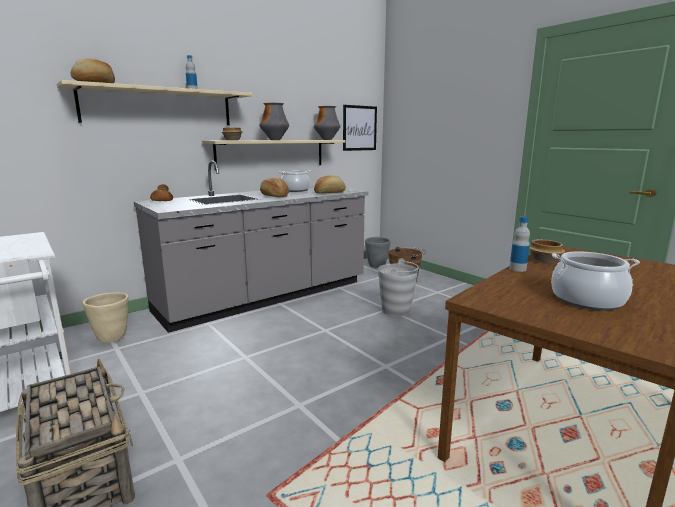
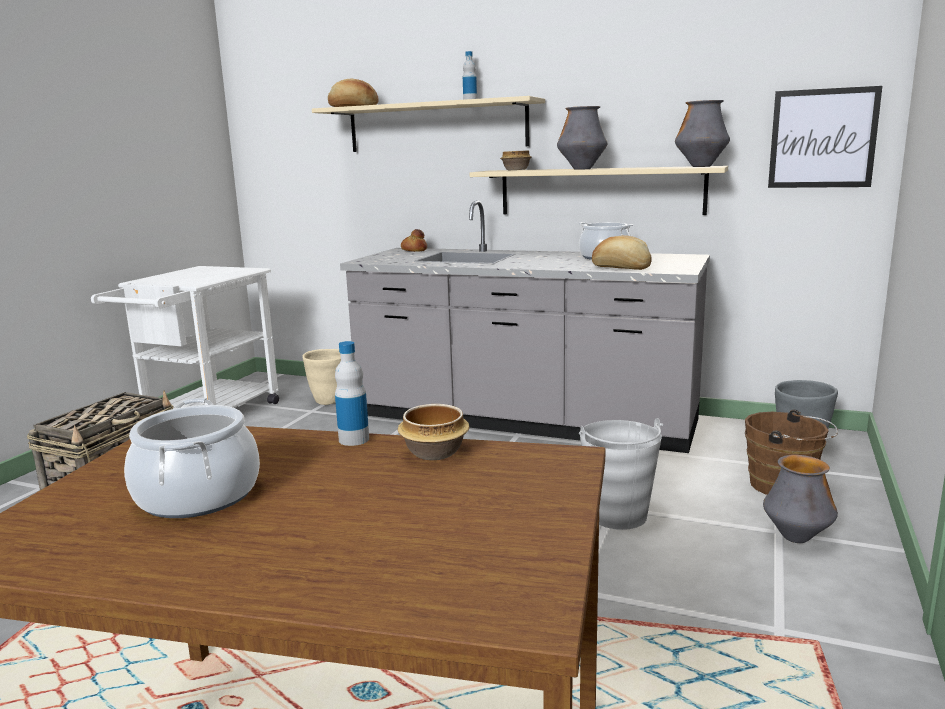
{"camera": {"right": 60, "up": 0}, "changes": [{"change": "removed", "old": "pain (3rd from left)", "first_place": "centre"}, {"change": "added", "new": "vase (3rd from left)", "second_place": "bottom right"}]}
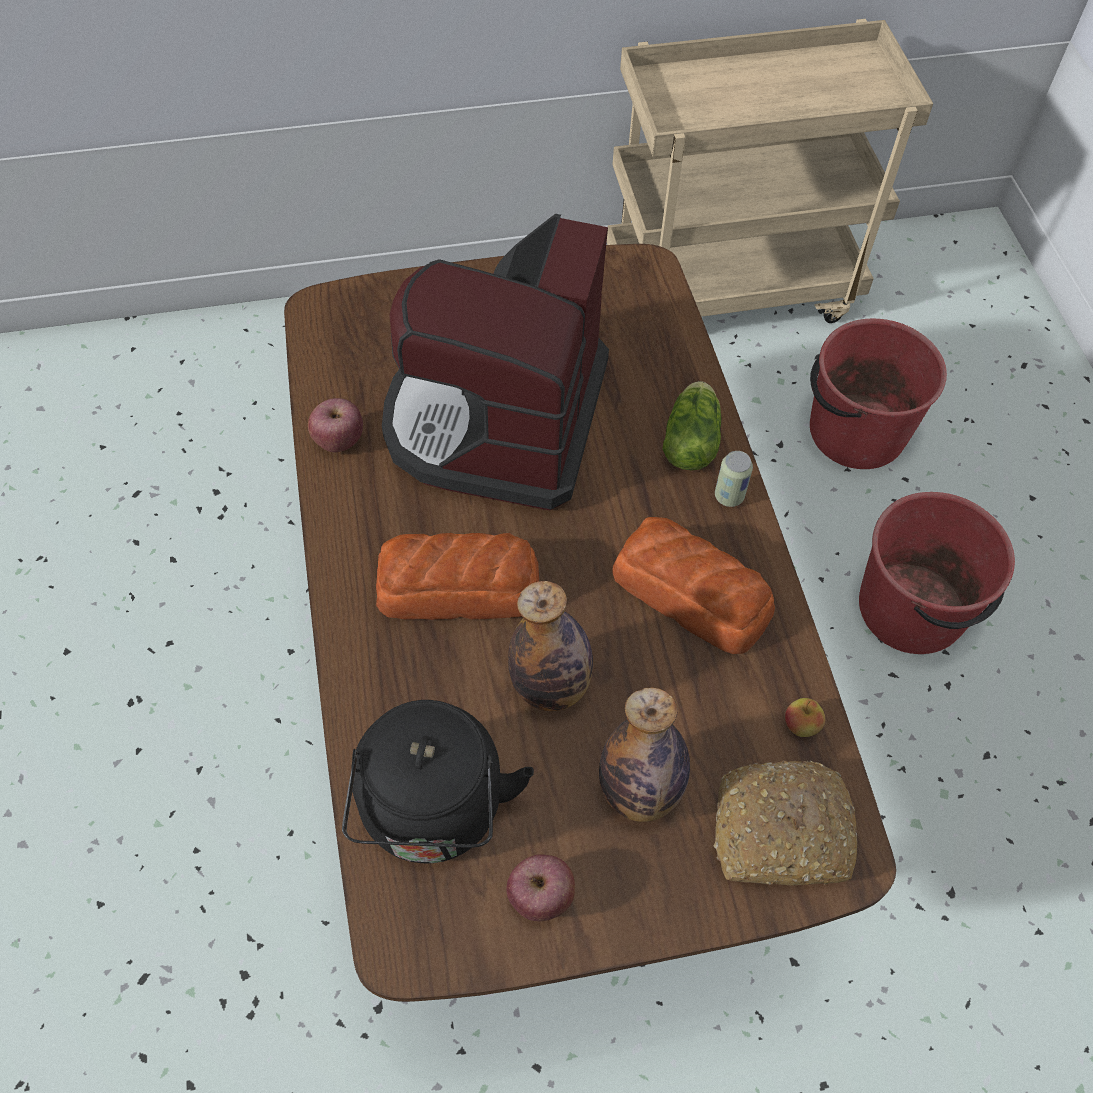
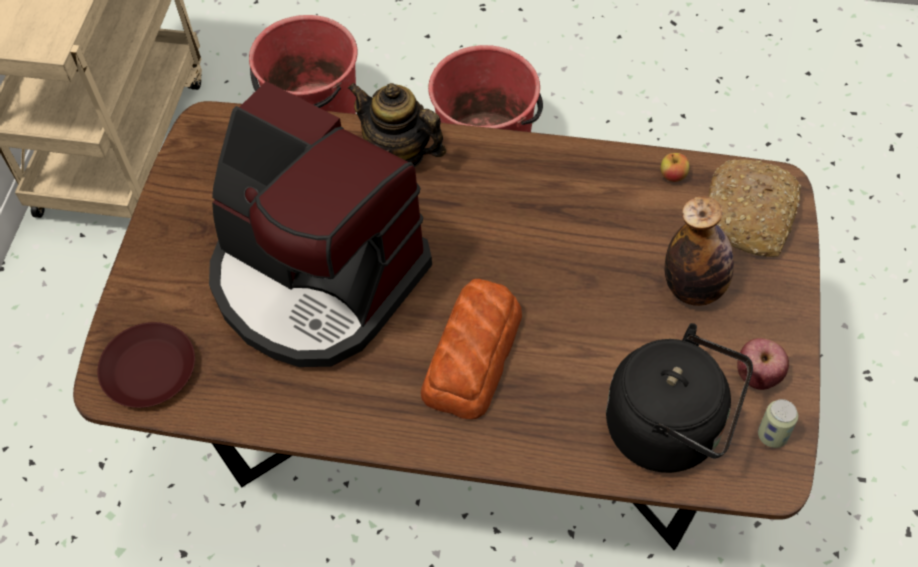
{"camera": {"right": -65, "up": 0}, "changes": [{"change": "replaced", "old": "laitue", "new": "théière", "first_place": "centre", "second_place": "top centre"}, {"change": "removed", "old": "pomme (1st from left)", "first_place": "middle left"}, {"change": "moved", "old": "boîte métallique", "first_place": "middle right", "second_place": "bottom right"}, {"change": "removed", "old": "pain (2nd from left)", "first_place": "centre"}, {"change": "removed", "old": "bouteille (1st from left)", "first_place": "centre"}, {"change": "added", "new": "assiette/marron", "second_place": "middle left"}]}
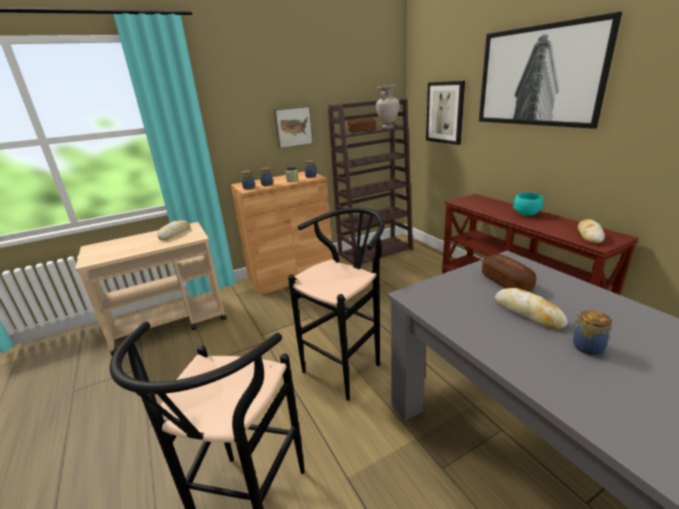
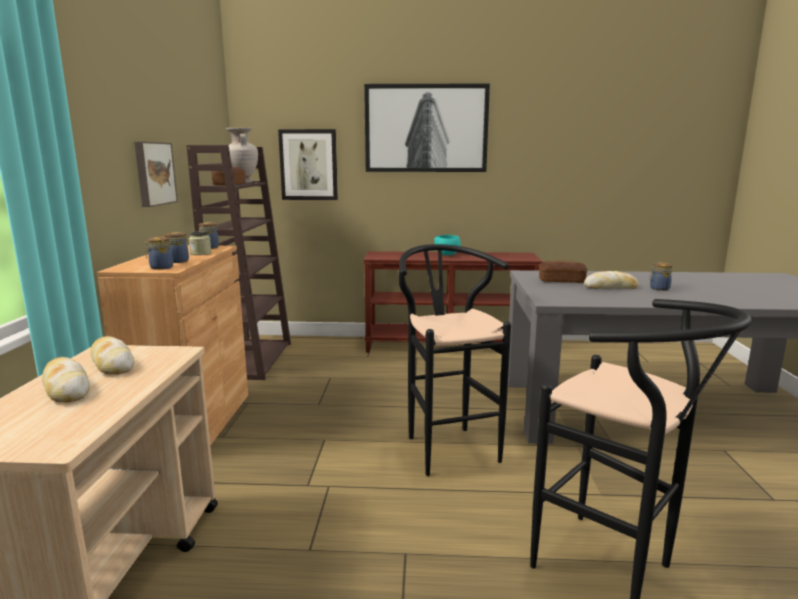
{"camera": {"right": -60, "up": -10}, "changes": [{"change": "moved", "old": "pain (5th from left in the first image)", "new": "pain (1st from left)", "first_place": "middle right", "second_place": "middle left"}]}
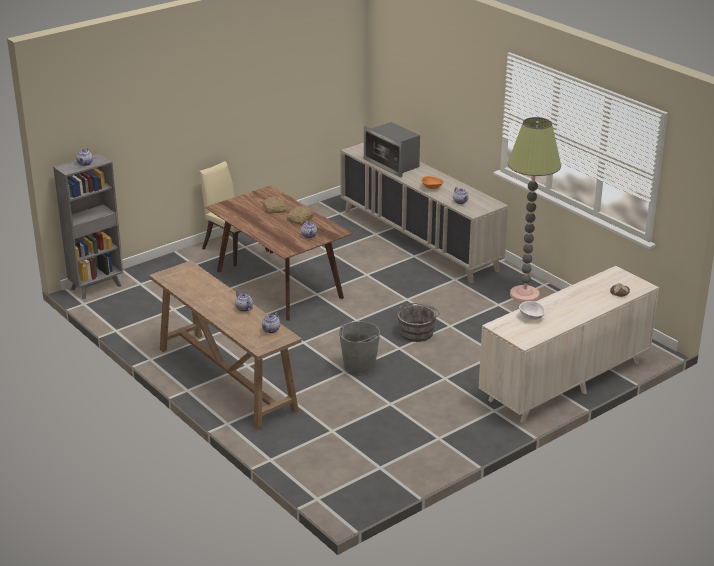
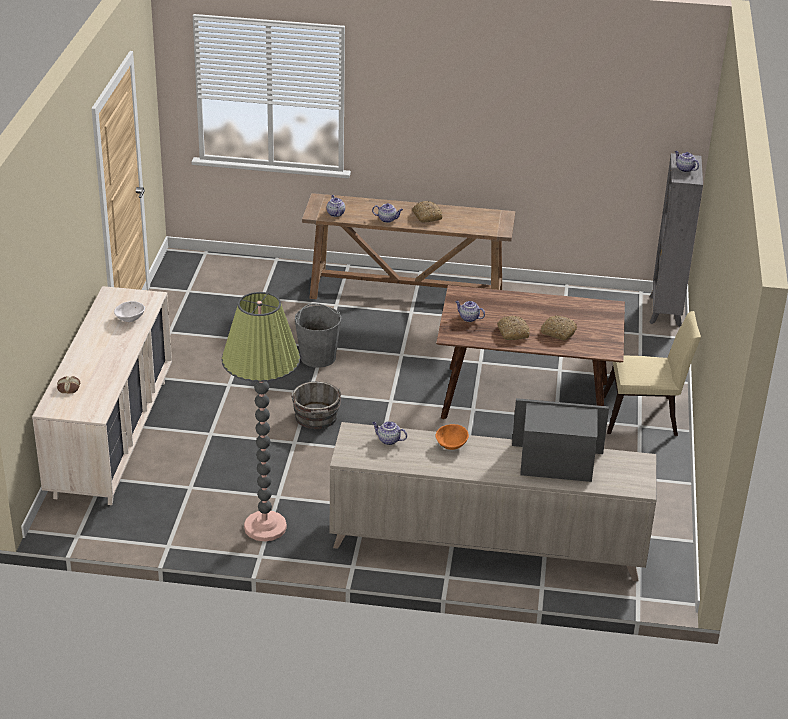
{"camera": {"right": 135, "up": 5}, "changes": [{"change": "added", "new": "pain (2nd from left)", "second_place": "top centre"}]}
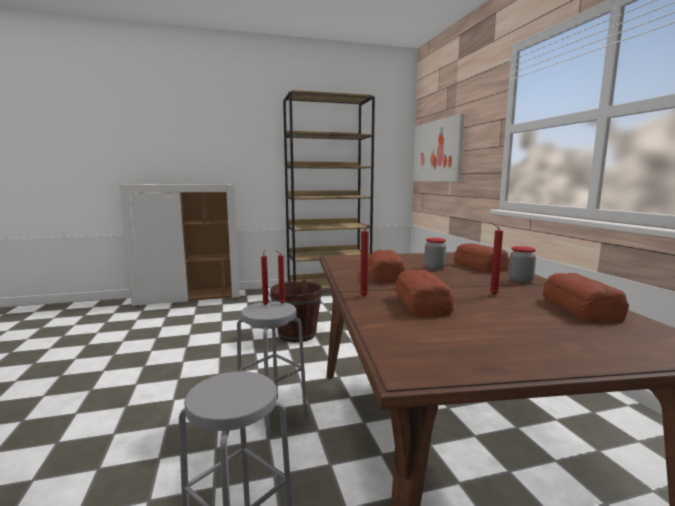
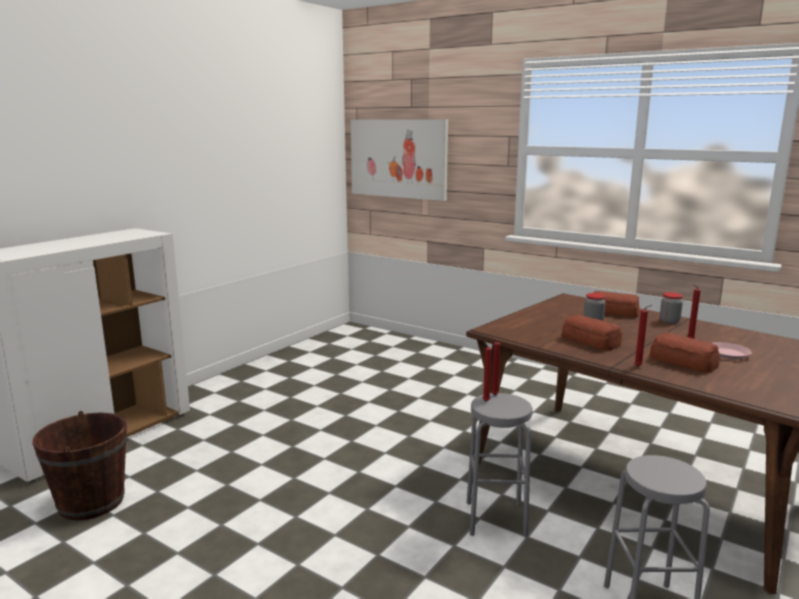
{"camera": {"right": -40, "up": 5}, "changes": [{"change": "removed", "old": "bibliothèque/marron", "first_place": "centre"}, {"change": "removed", "old": "pain (4th from left)", "first_place": "middle right"}, {"change": "moved", "old": "seau/marron", "first_place": "centre", "second_place": "bottom left"}, {"change": "added", "new": "assiette/rose", "second_place": "middle right"}]}
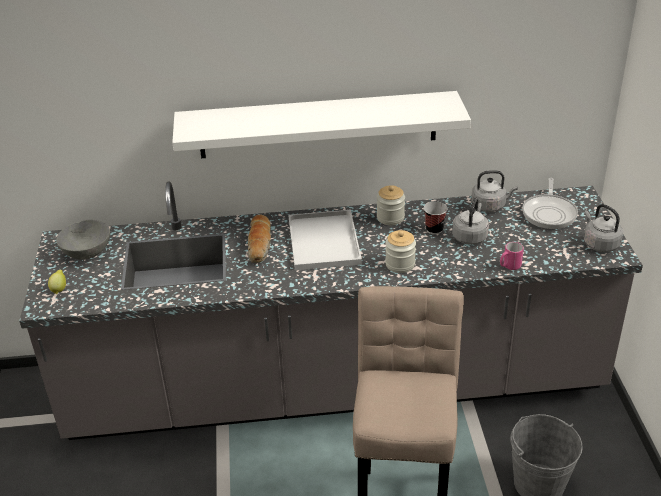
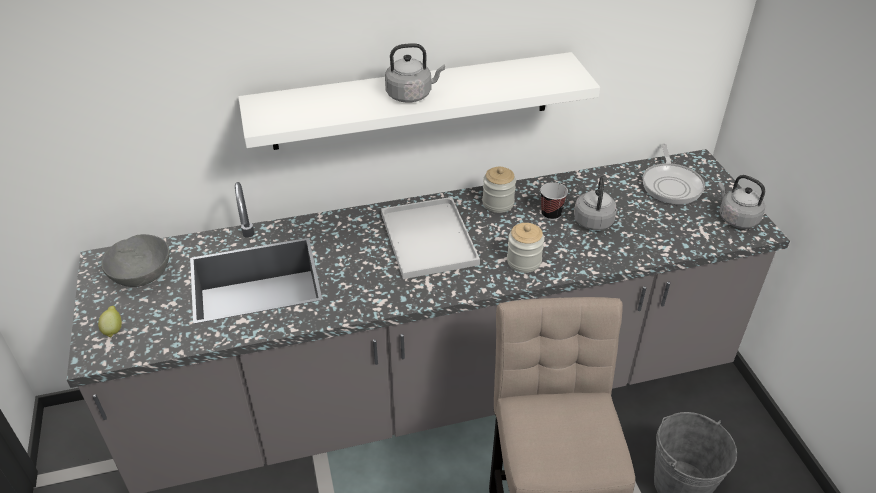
{"camera": {"right": -10, "up": 5}, "changes": [{"change": "moved", "old": "bouilloire/gris (2nd from left in the first image)", "new": "bouilloire/gris (1st from left)", "first_place": "middle right", "second_place": "top centre"}, {"change": "removed", "old": "pain", "first_place": "centre"}, {"change": "removed", "old": "mug/rose", "first_place": "middle right"}]}
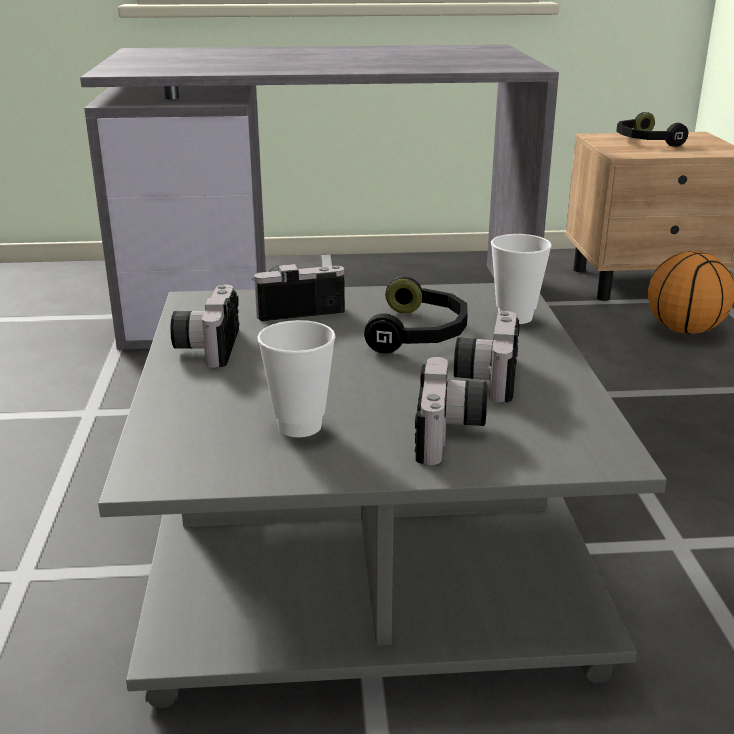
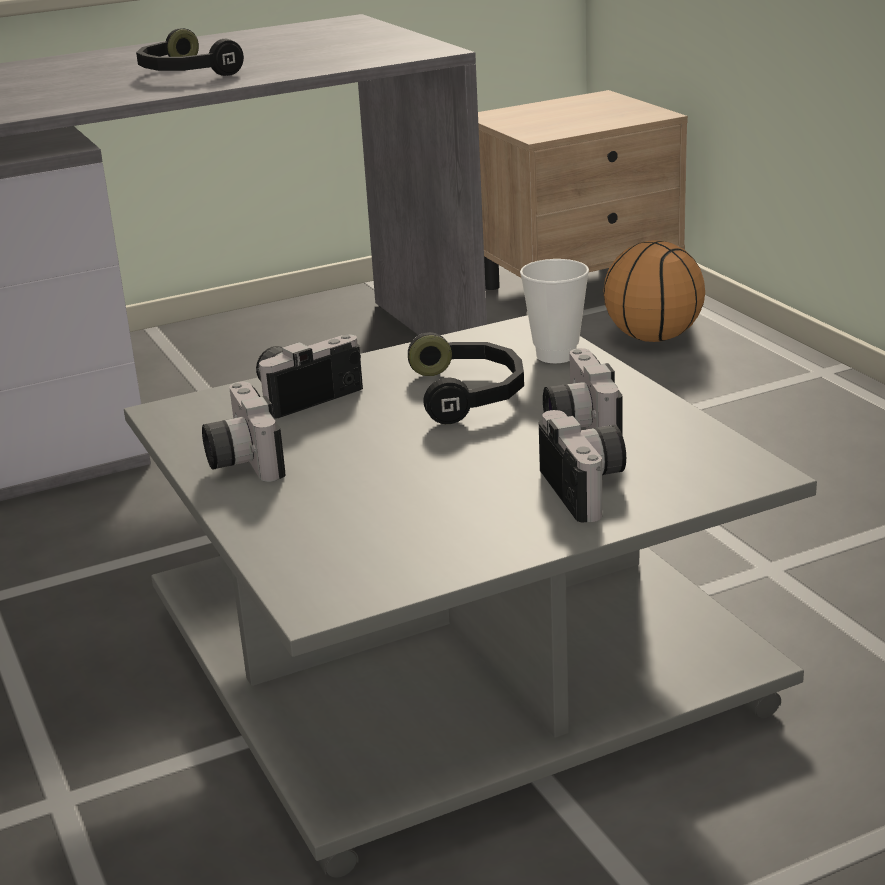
{"camera": {"right": -20, "up": 0}, "changes": [{"change": "moved", "old": "casque audio/noir (2nd from left in the first image)", "new": "casque audio/noir (1st from left)", "first_place": "top right", "second_place": "top left"}, {"change": "removed", "old": "tasse (1st from left)", "first_place": "centre"}]}
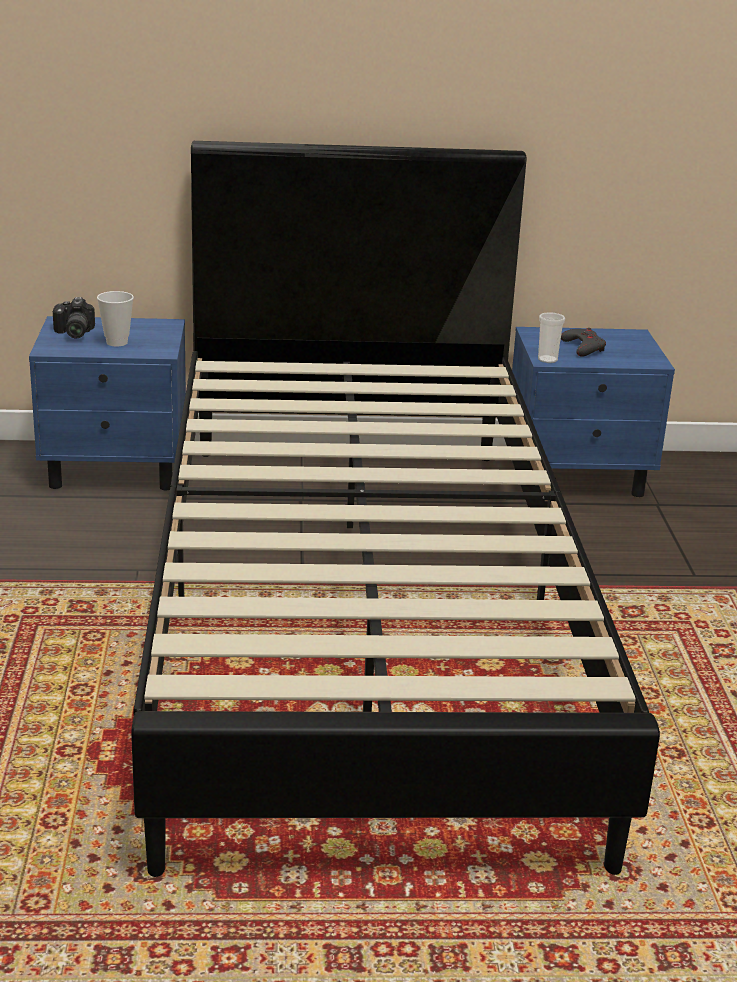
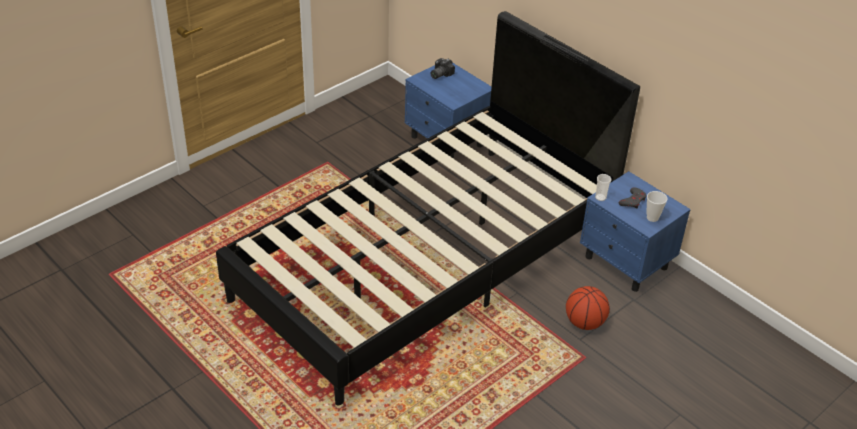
{"camera": {"right": 50, "up": 15}, "changes": [{"change": "moved", "old": "tasse (1st from left in the first image)", "new": "tasse (2nd from left)", "first_place": "top left", "second_place": "middle right"}, {"change": "added", "new": "ballon de basket", "second_place": "bottom right"}]}
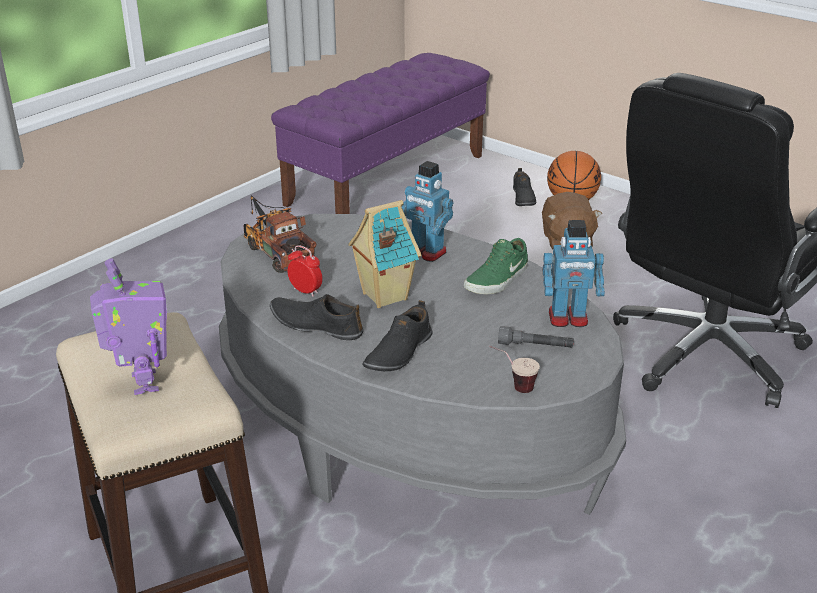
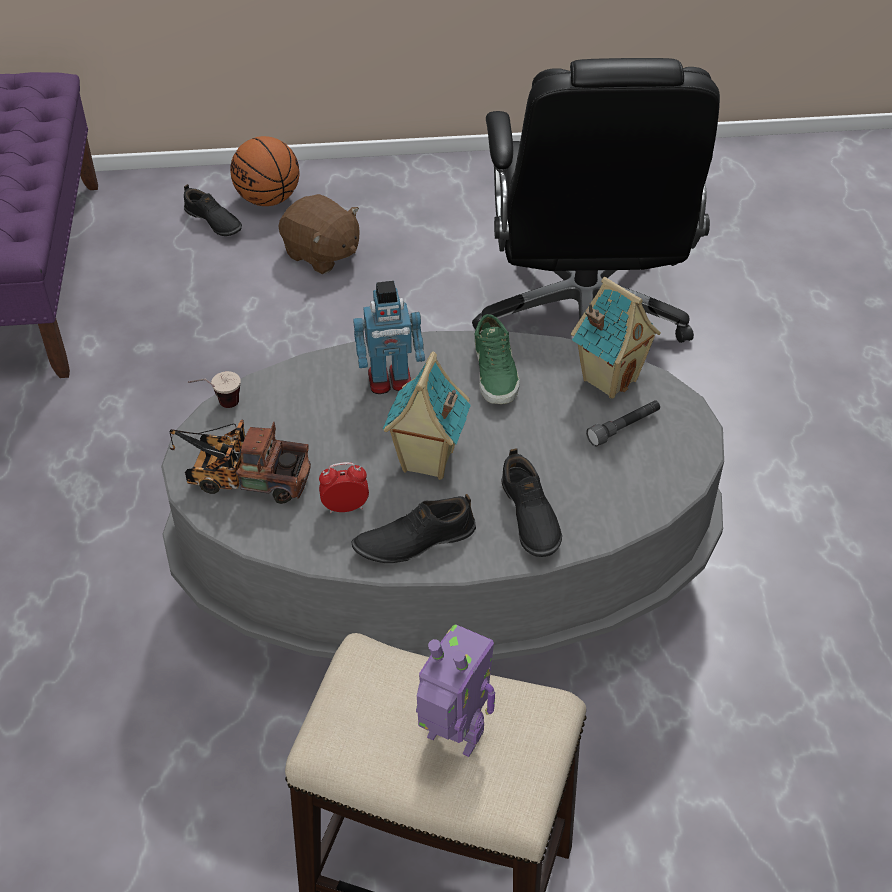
{"camera": {"right": -45, "up": 15}, "changes": [{"change": "replaced", "old": "robot jouet (3rd from left)", "new": "maison miniature (2nd from left)", "first_place": "middle right", "second_place": "middle right"}, {"change": "moved", "old": "tasse", "first_place": "centre", "second_place": "middle left"}]}
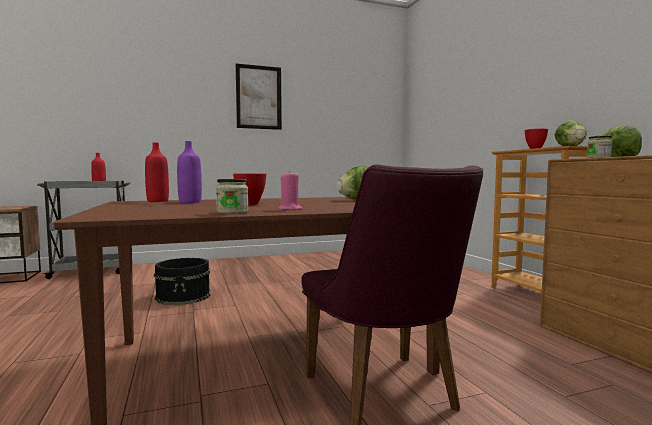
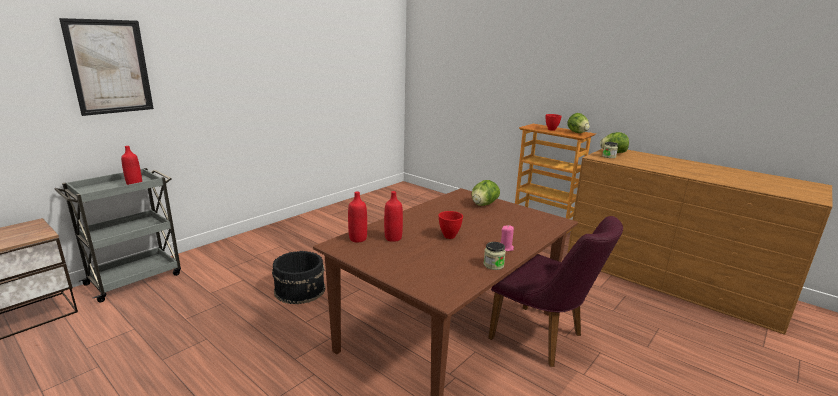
{"camera": {"right": -30, "up": 15}, "changes": [{"change": "moved", "old": "tableau", "first_place": "top centre", "second_place": "top left"}, {"change": "recoloured", "old": "bouteille/violet", "new": "bouteille/rouge (3rd from left)", "first_place": "middle left", "second_place": "centre"}]}
